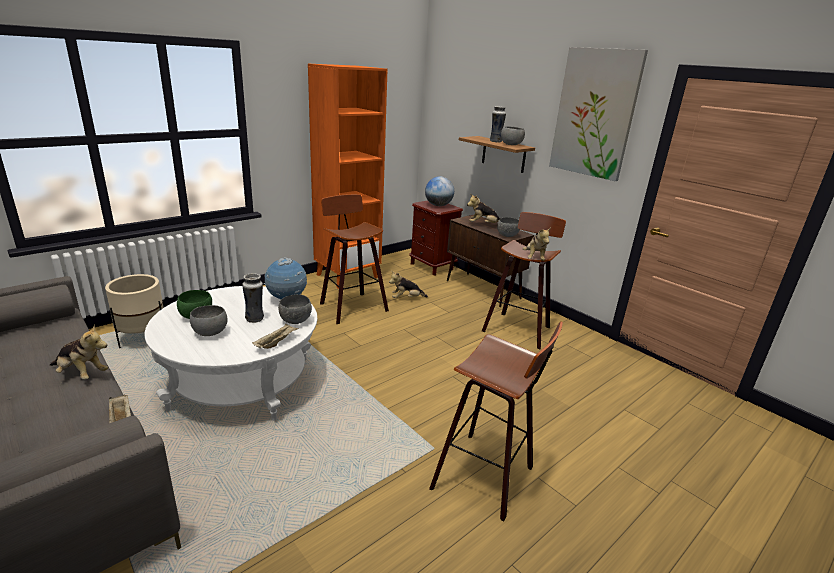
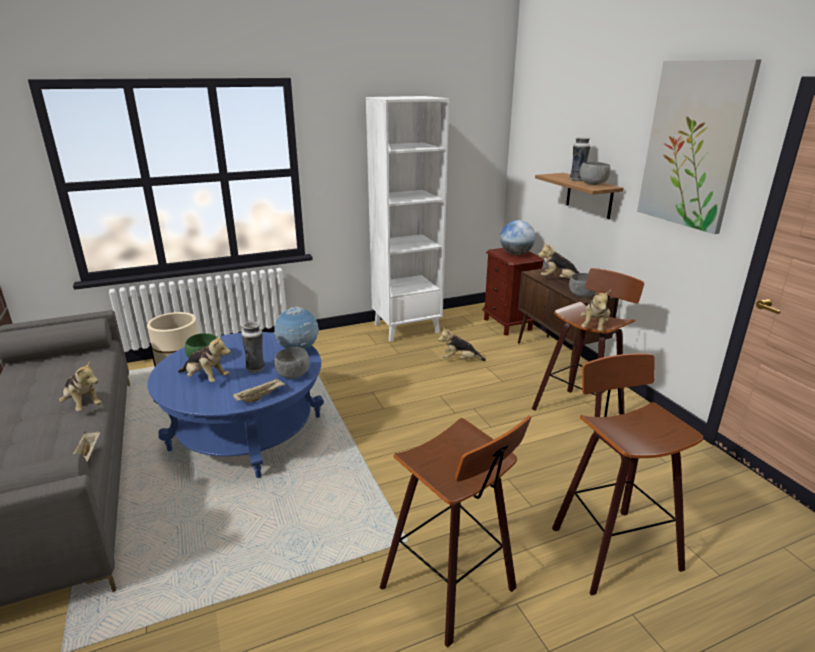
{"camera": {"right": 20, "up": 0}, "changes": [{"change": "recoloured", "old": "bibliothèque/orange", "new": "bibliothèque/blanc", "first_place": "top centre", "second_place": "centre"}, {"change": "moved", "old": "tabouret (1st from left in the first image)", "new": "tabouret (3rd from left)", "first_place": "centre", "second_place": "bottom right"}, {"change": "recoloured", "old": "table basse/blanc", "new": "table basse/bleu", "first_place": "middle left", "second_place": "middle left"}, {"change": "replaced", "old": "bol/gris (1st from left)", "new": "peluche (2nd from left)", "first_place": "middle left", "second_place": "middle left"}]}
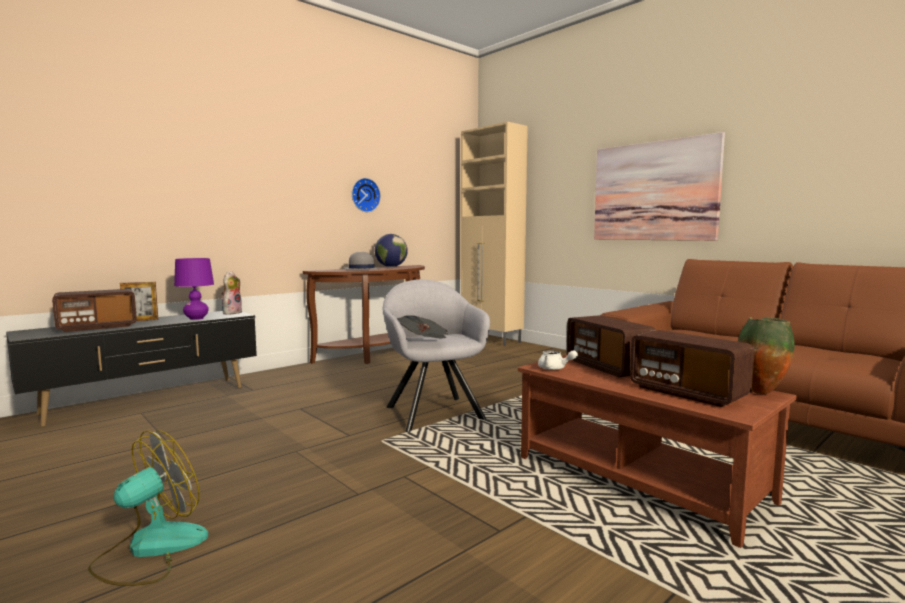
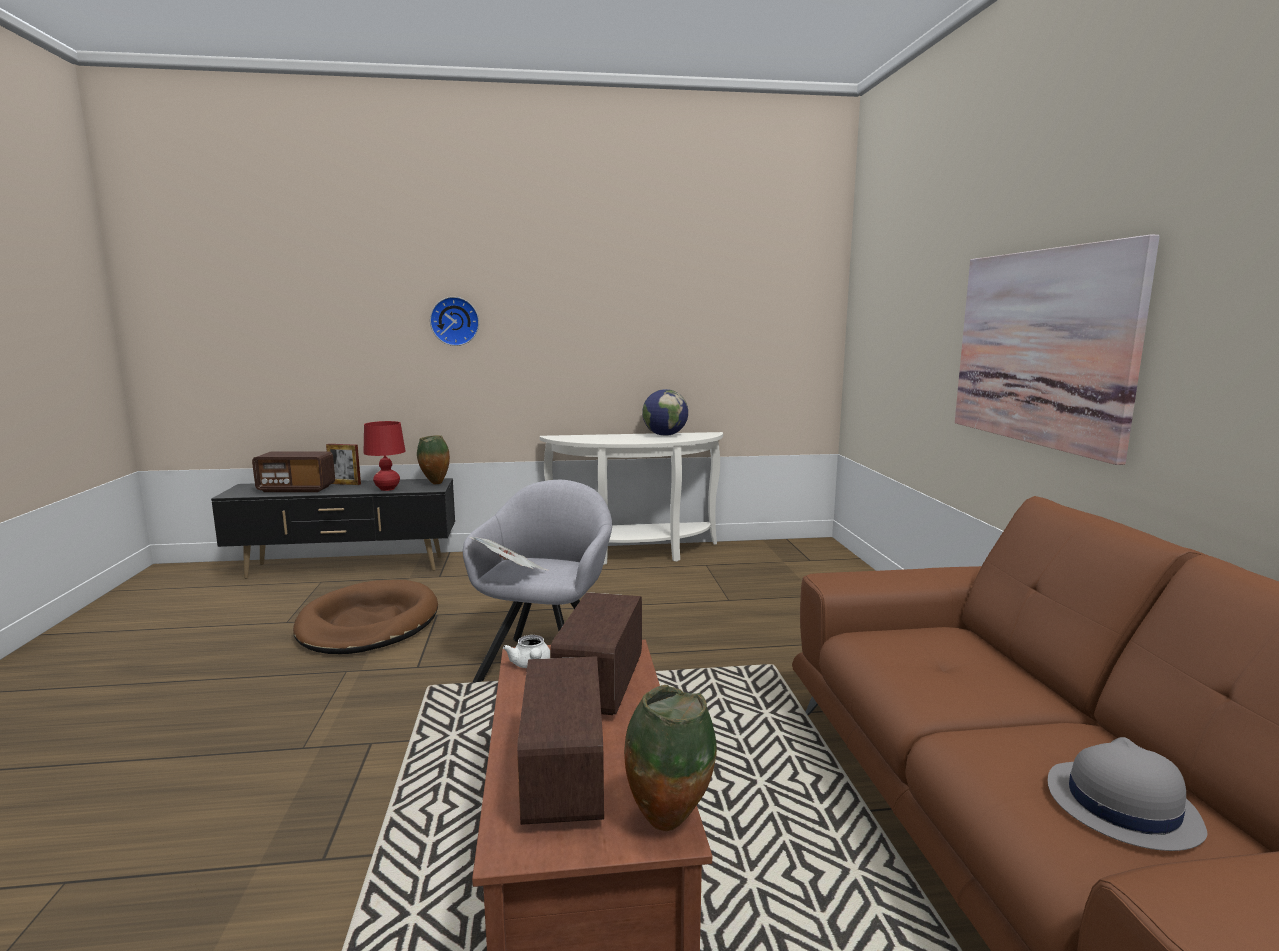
{"camera": {"right": 35, "up": 5}, "changes": [{"change": "removed", "old": "meuble de rangement/beige", "first_place": "centre"}, {"change": "moved", "old": "horloge murale", "first_place": "top centre", "second_place": "centre"}, {"change": "moved", "old": "chapeau/gris", "first_place": "centre", "second_place": "bottom right"}, {"change": "recoloured", "old": "lampe de table/violet", "new": "lampe de table/rouge", "first_place": "middle left", "second_place": "middle left"}, {"change": "recoloured", "old": "table console/marron", "new": "table console/blanc", "first_place": "centre", "second_place": "centre"}, {"change": "replaced", "old": "peluche", "new": "vase (1st from left)", "first_place": "middle left", "second_place": "centre"}, {"change": "removed", "old": "ventilateur", "first_place": "bottom left"}, {"change": "added", "new": "panier pour chien/marron", "second_place": "middle left"}]}
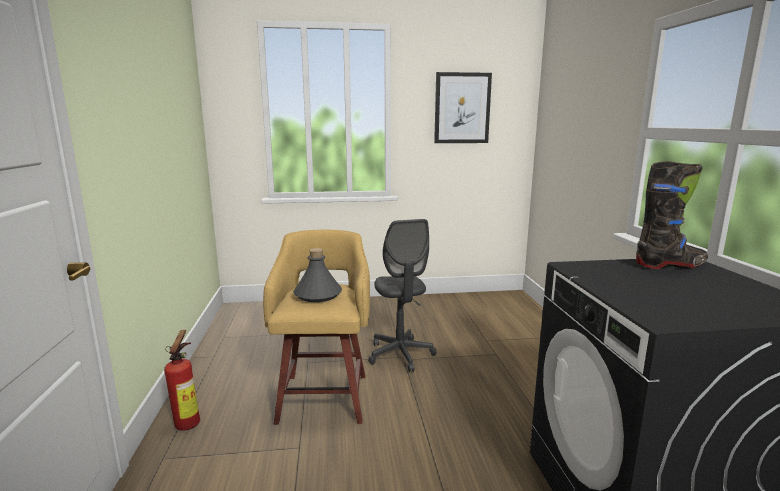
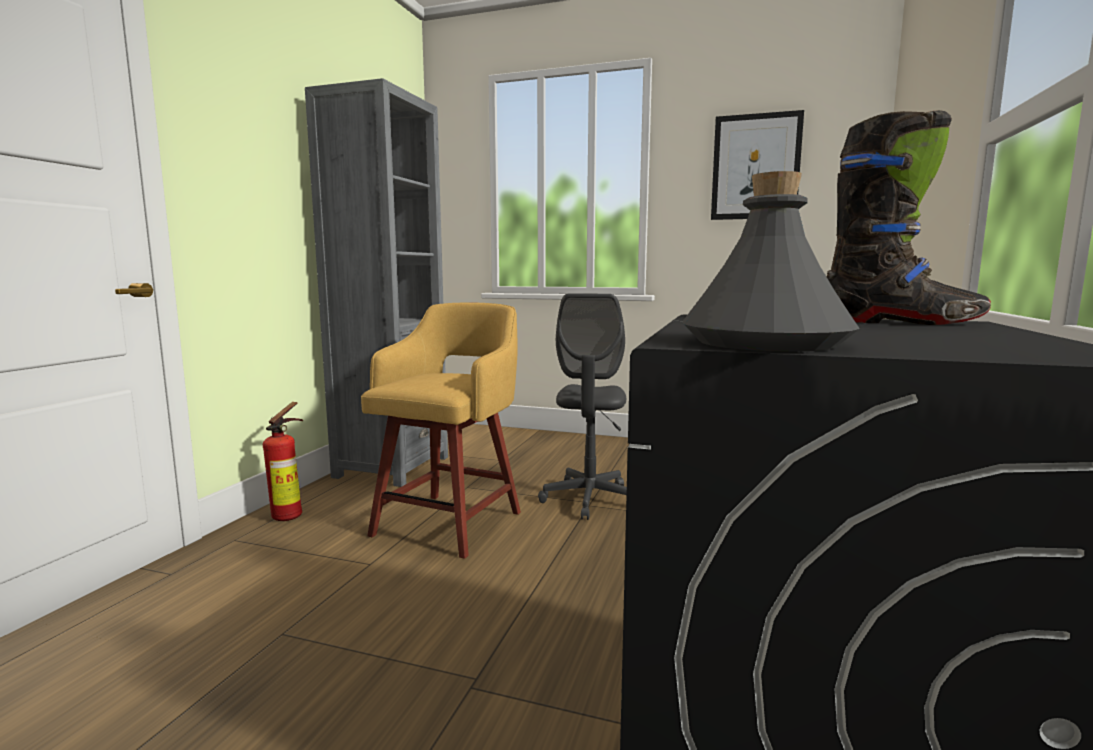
{"camera": {"right": 25, "up": -5}, "changes": [{"change": "moved", "old": "bouteille/gris", "first_place": "centre", "second_place": "middle right"}, {"change": "added", "new": "bibliothèque/gris", "second_place": "centre"}]}
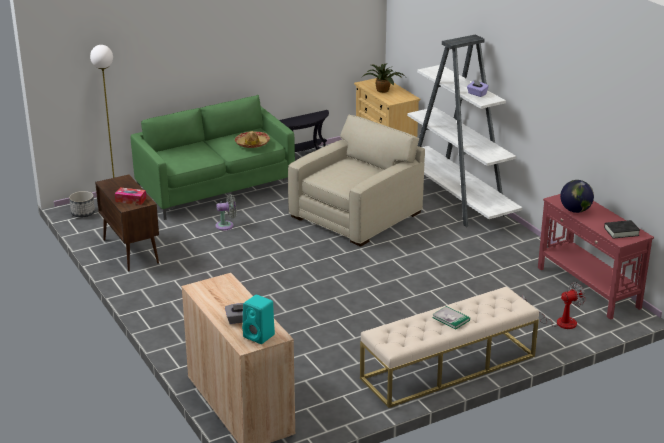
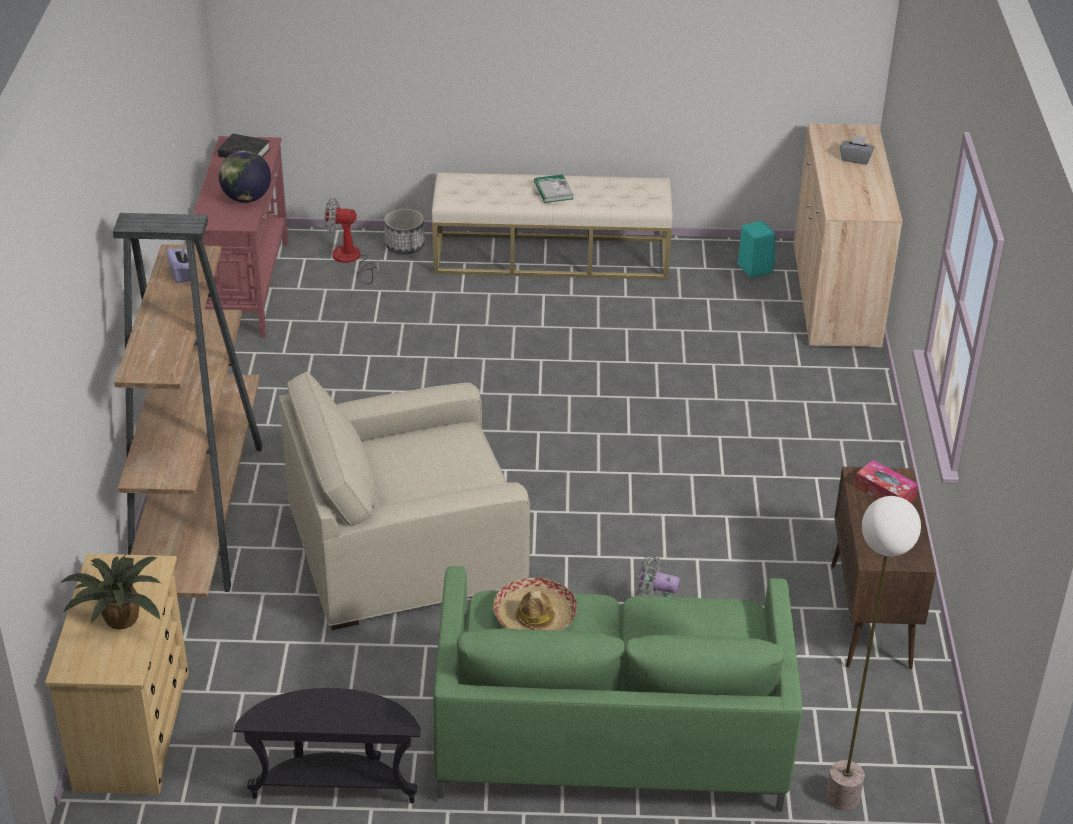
{"camera": {"right": -150, "up": 10}, "changes": [{"change": "recoloured", "old": "bibliothèque/blanc", "new": "bibliothèque/marron", "first_place": "top right", "second_place": "middle left"}, {"change": "moved", "old": "cache-pot", "first_place": "middle left", "second_place": "top centre"}, {"change": "moved", "old": "enceinte/turquoise", "first_place": "bottom centre", "second_place": "top right"}]}
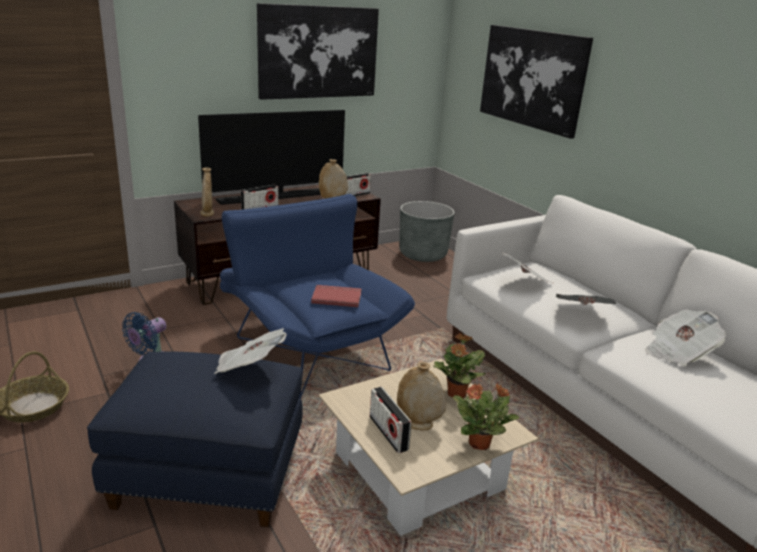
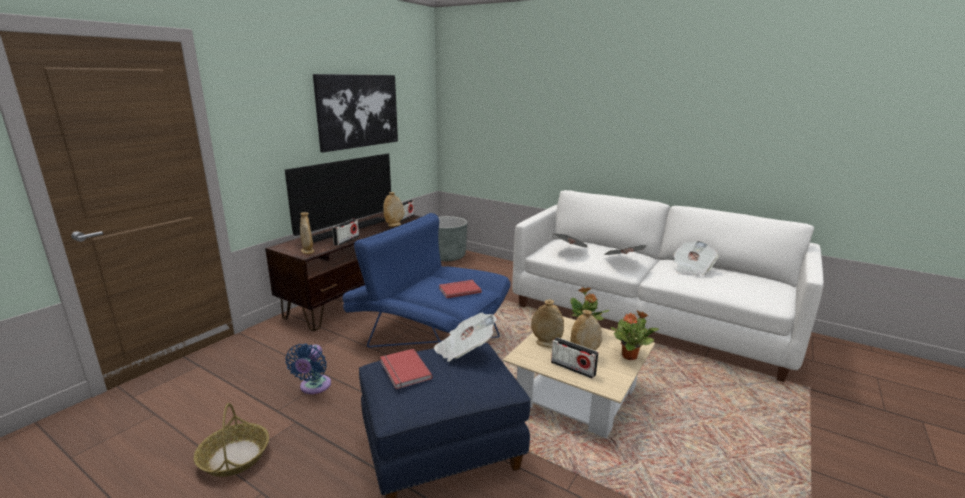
{"camera": {"right": -25, "up": -5}, "changes": [{"change": "removed", "old": "tableau (2nd from left)", "first_place": "top right"}, {"change": "added", "new": "vase/beige (3rd from left)", "second_place": "centre"}, {"change": "added", "new": "livre/rouge (1st from left)", "second_place": "bottom centre"}]}
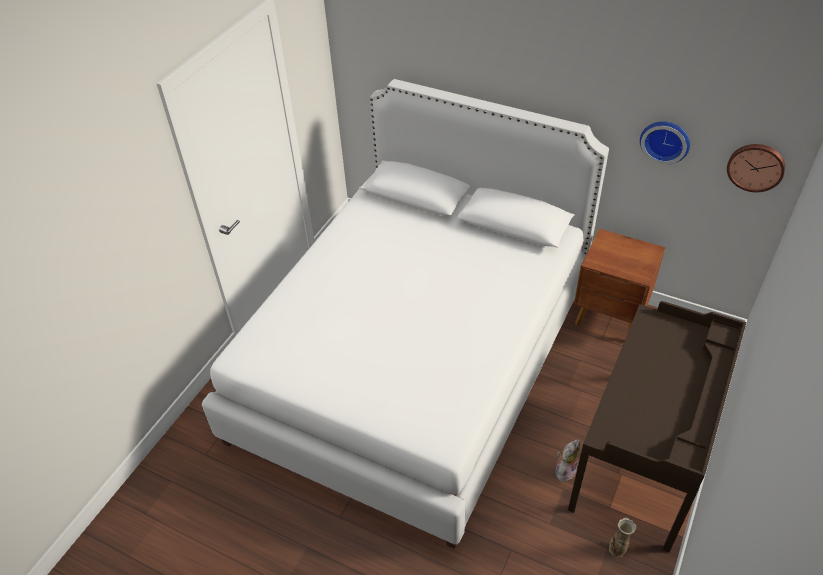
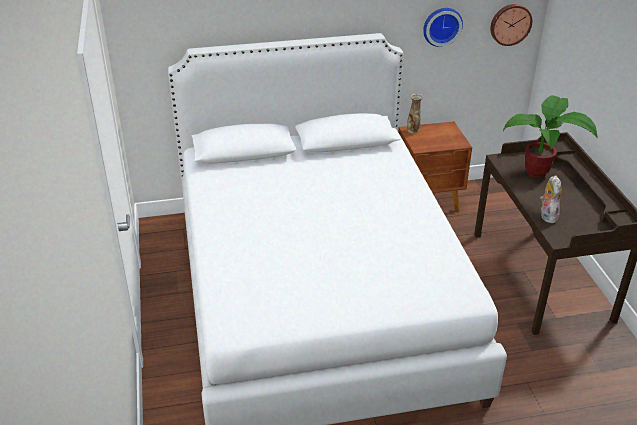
{"camera": {"right": -40, "up": -10}, "changes": [{"change": "moved", "old": "peluche", "first_place": "bottom right", "second_place": "middle right"}, {"change": "moved", "old": "vase", "first_place": "bottom right", "second_place": "top centre"}, {"change": "added", "new": "plante en pot", "second_place": "top right"}]}
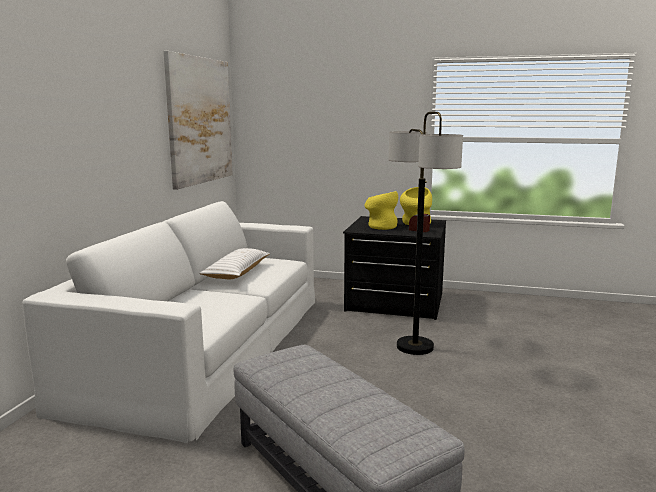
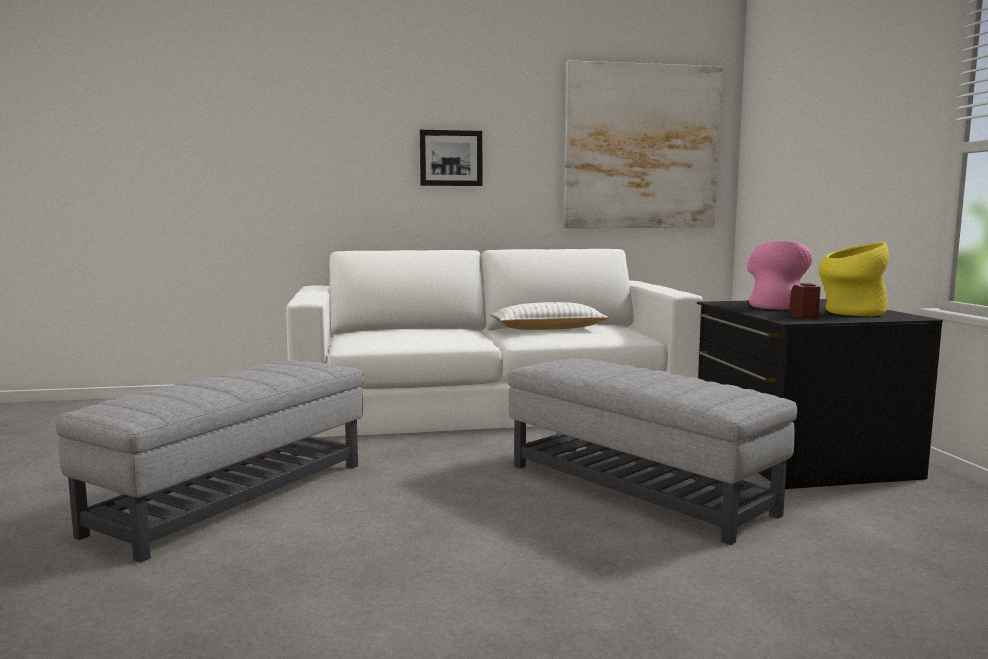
{"camera": {"right": 65, "up": -5}, "changes": [{"change": "replaced", "old": "lampadaire", "new": "pouf/gris (2nd from left)", "first_place": "centre", "second_place": "bottom centre"}, {"change": "recoloured", "old": "vase/jaune (1st from left)", "new": "vase/rose", "first_place": "centre", "second_place": "middle right"}, {"change": "added", "new": "tableau (1st from left)", "second_place": "top centre"}]}
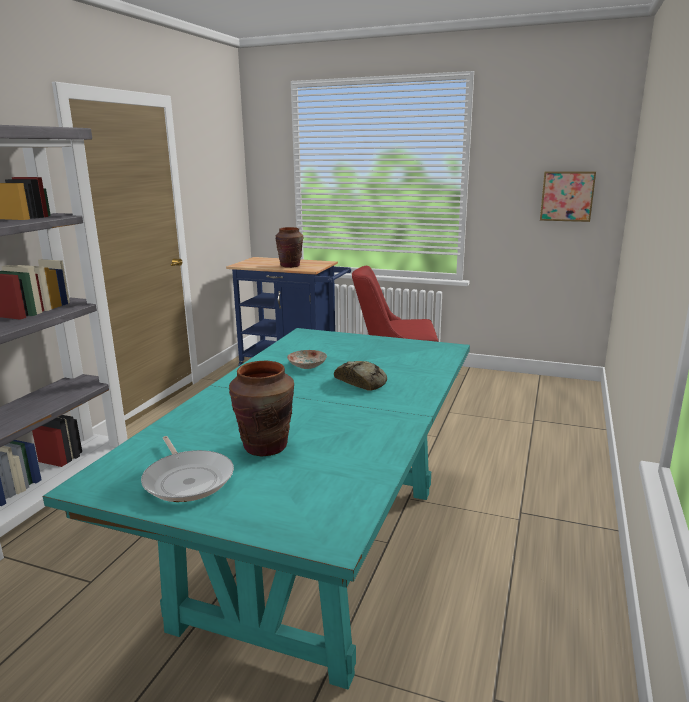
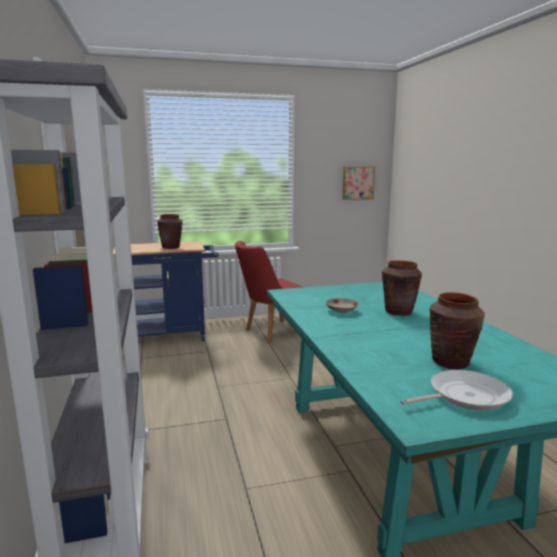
{"camera": {"right": -35, "up": -5}, "changes": [{"change": "replaced", "old": "pain", "new": "vase/marron (2nd from left)", "first_place": "centre", "second_place": "middle right"}, {"change": "turned", "old": "poêle", "first_place": "bottom left", "second_place": "bottom right", "degrees": -45}]}
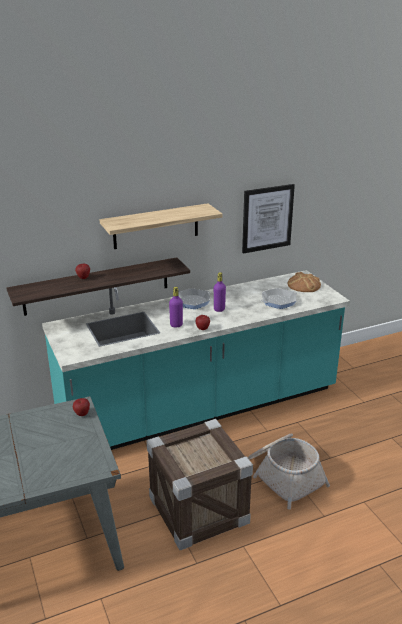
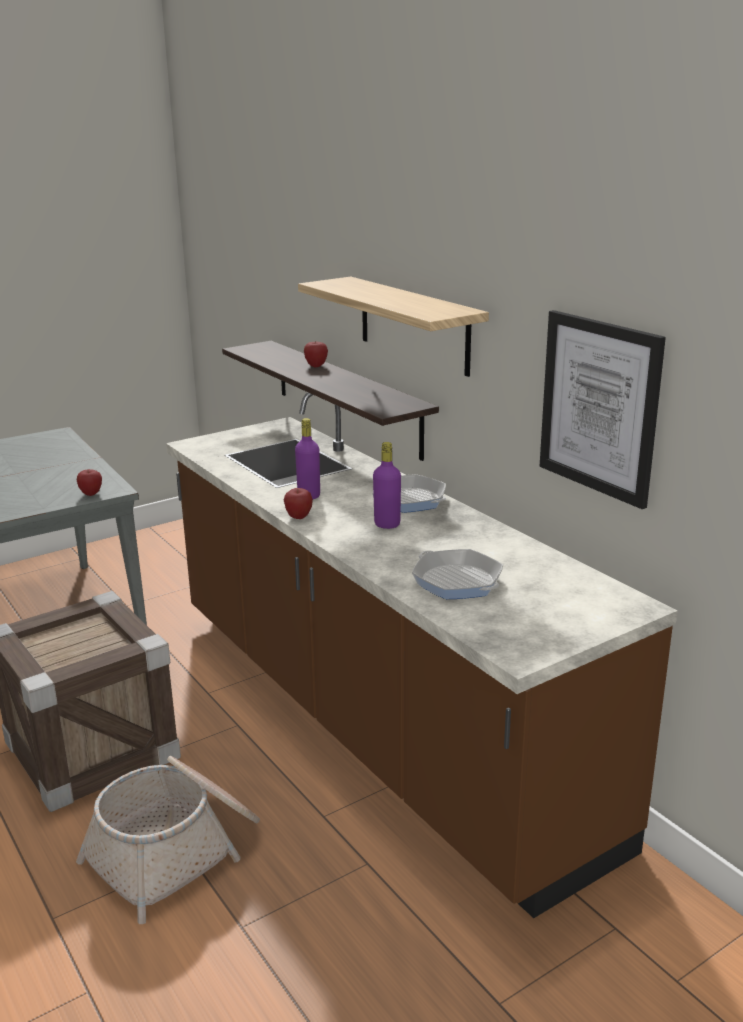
{"camera": {"right": 80, "up": -5}, "changes": [{"change": "recoloured", "old": "comptoir de cuisine/turquoise", "new": "comptoir de cuisine/marron", "first_place": "centre", "second_place": "centre"}, {"change": "removed", "old": "pain", "first_place": "middle right"}]}
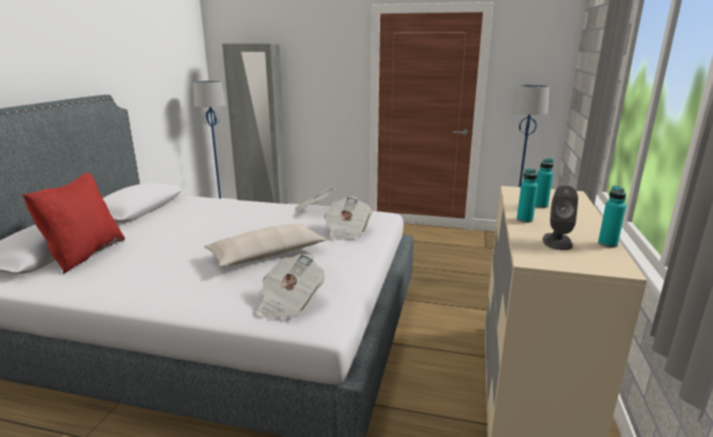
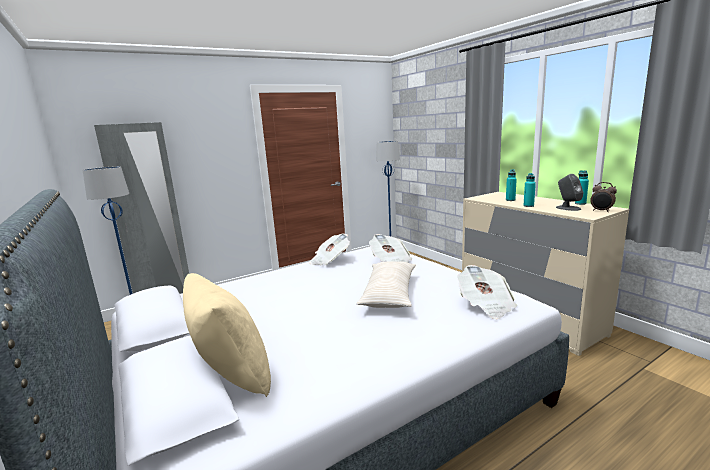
{"camera": {"right": -45, "up": -5}, "changes": [{"change": "recoloured", "old": "coussin/rouge", "new": "coussin/beige (1st from left)", "first_place": "middle left", "second_place": "bottom left"}, {"change": "added", "new": "réveil", "second_place": "middle right"}]}
